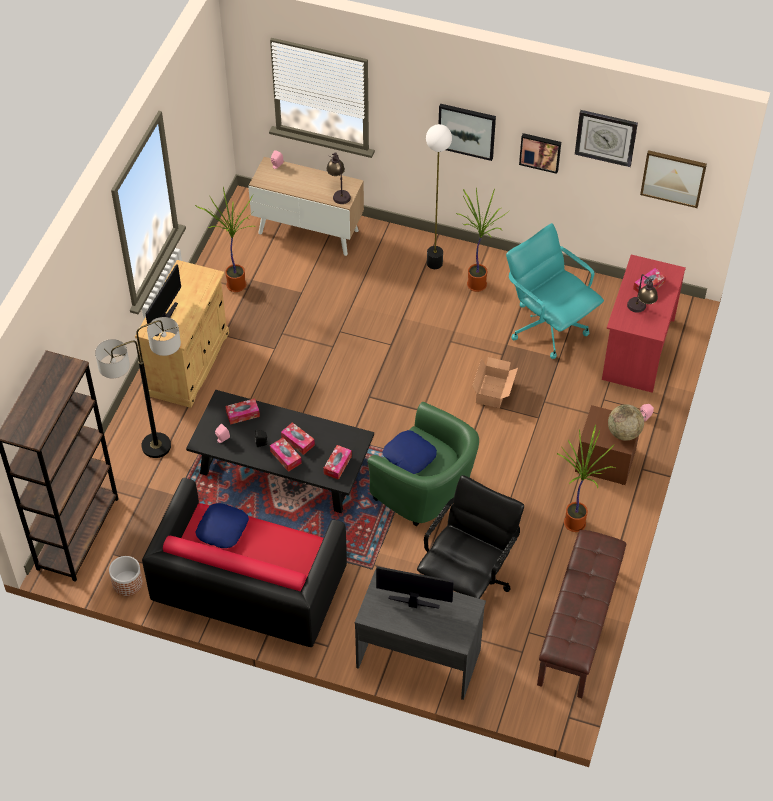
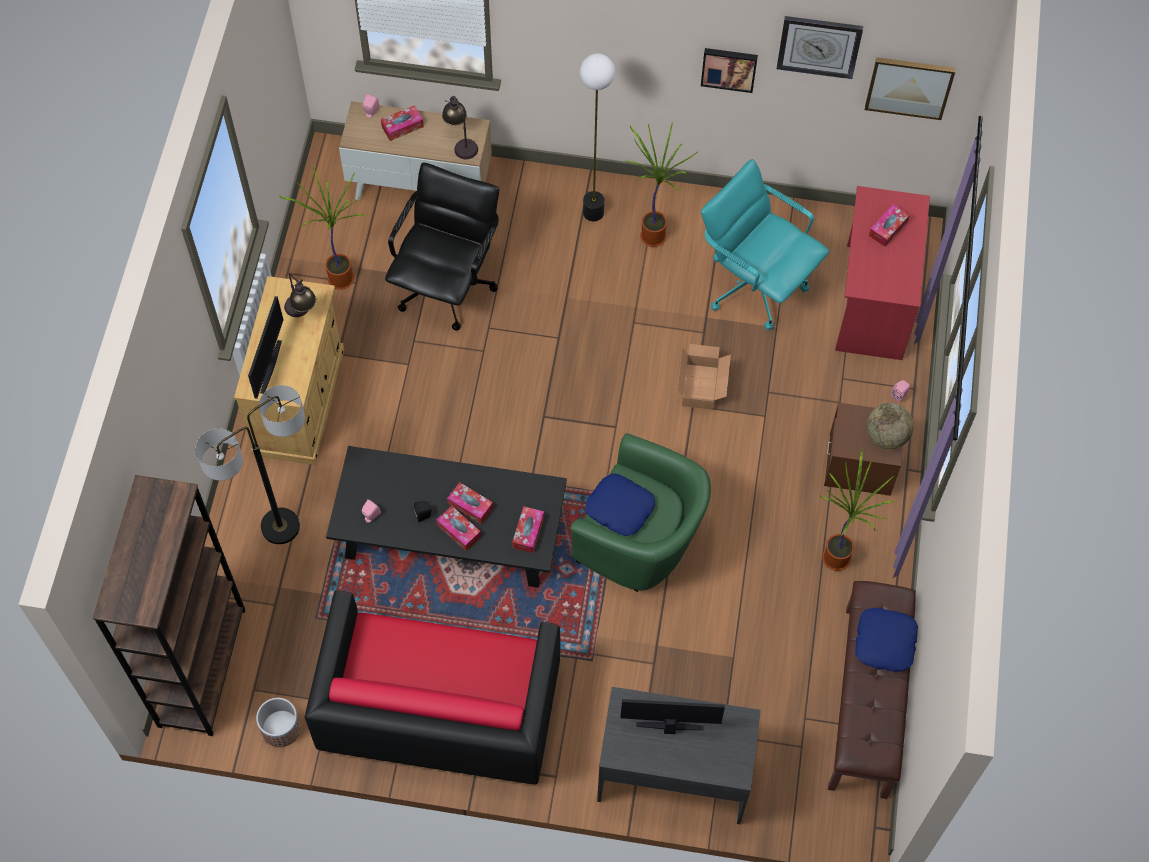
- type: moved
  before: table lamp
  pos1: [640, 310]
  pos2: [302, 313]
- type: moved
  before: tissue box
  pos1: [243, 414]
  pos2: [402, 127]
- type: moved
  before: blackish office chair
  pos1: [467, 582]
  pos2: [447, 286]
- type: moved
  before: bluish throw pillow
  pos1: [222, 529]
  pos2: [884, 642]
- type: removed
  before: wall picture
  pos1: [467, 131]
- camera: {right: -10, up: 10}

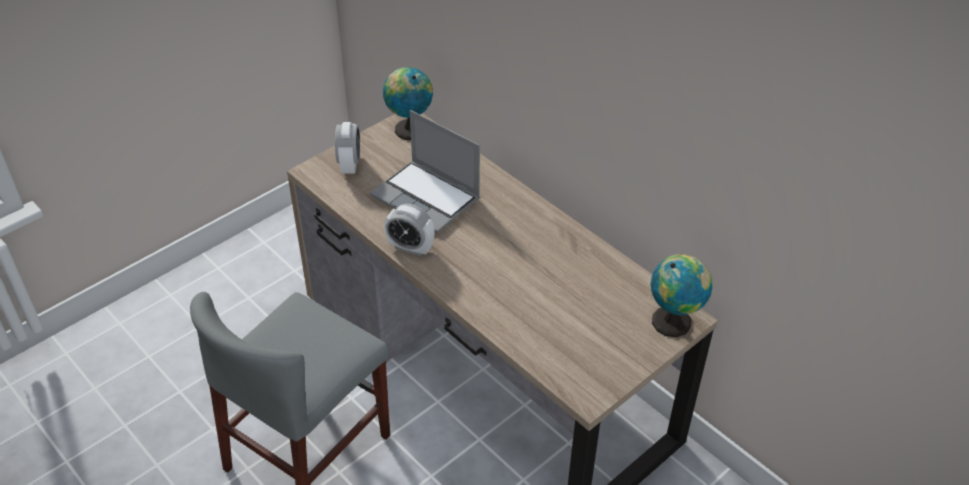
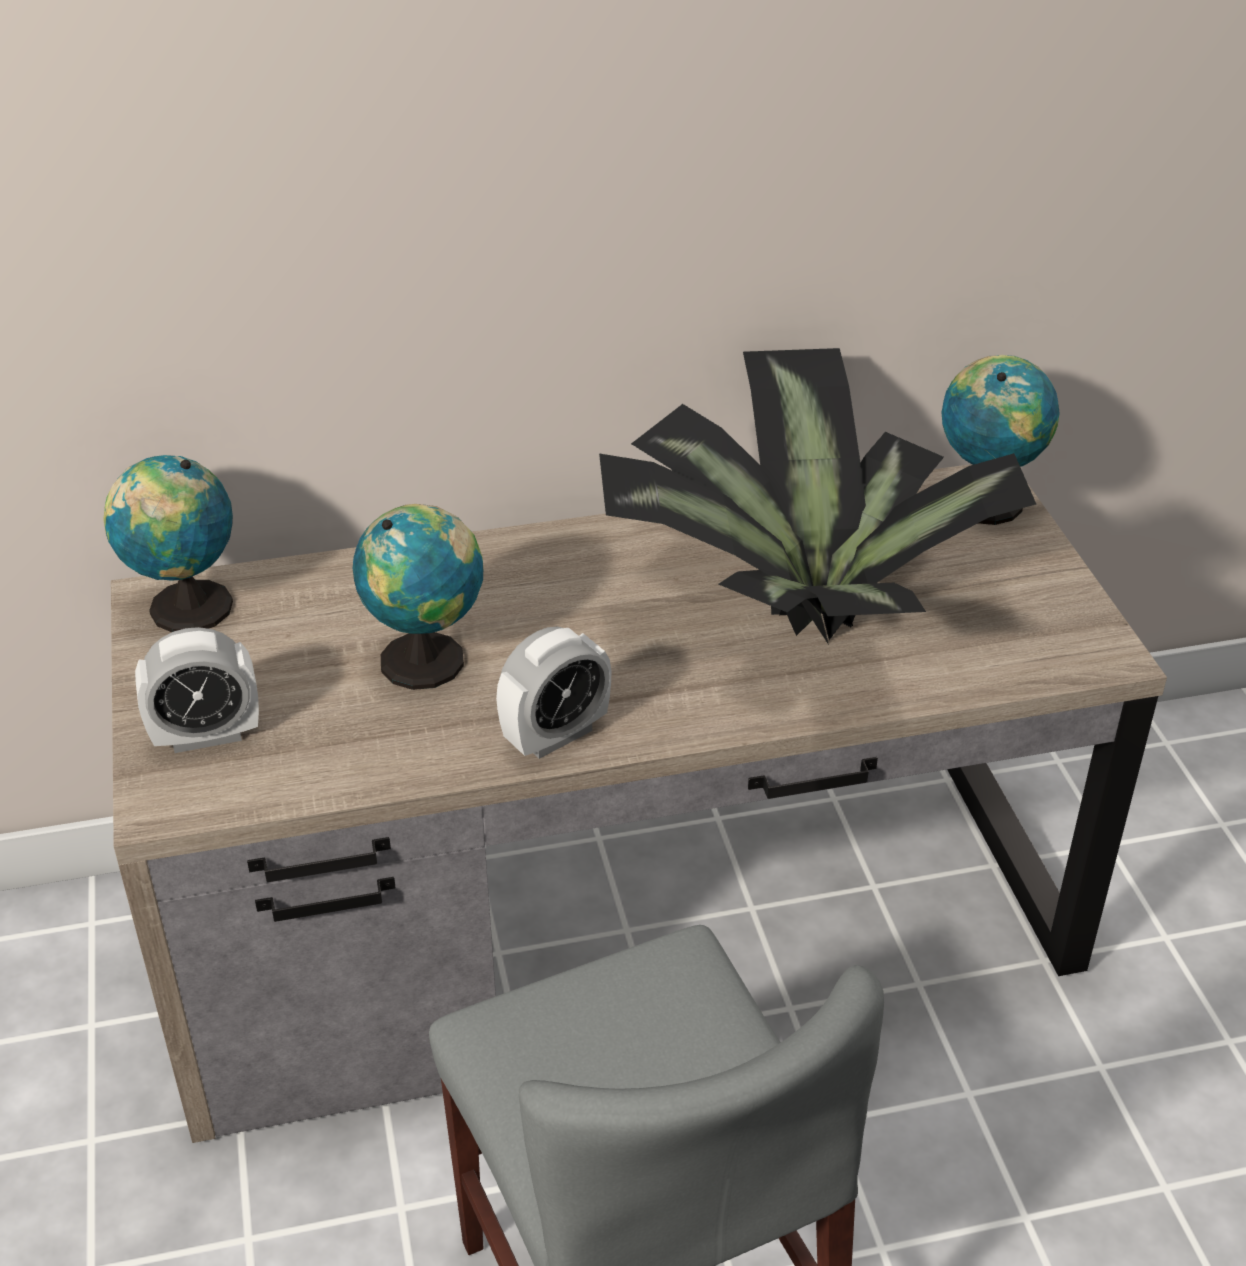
- type: turned
  before: table clock
  pos1: [349, 165]
  pos2: [206, 735]
  turn: 135
- type: replaced
  before: notebook computer
  after: world globe
  pos1: [427, 198]
  pos2: [428, 659]
- type: added
  after: plant in a pot
  pos2: [797, 602]
- camera: {right: -60, up: -5}

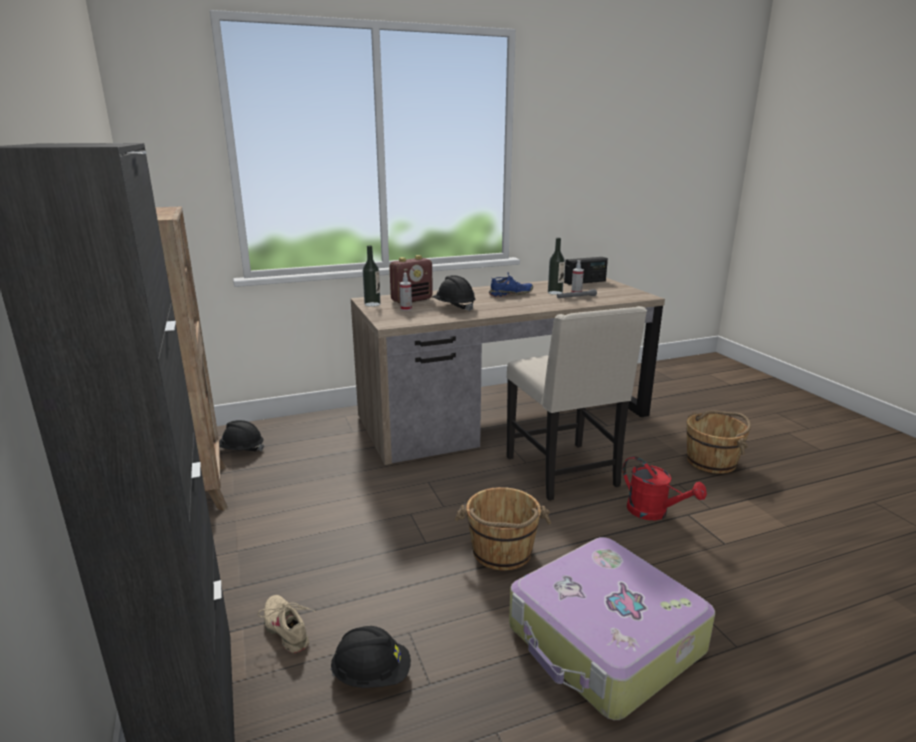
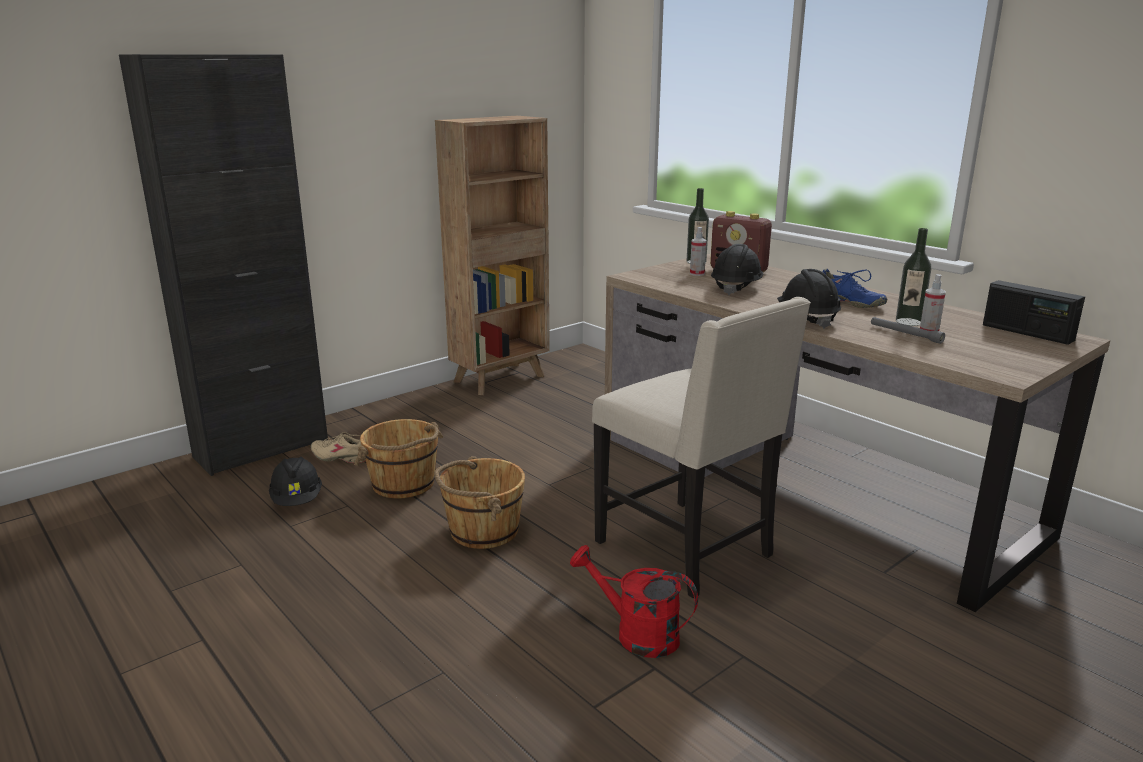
- type: turned
  before: beige-coloured item of footwear
  pos1: [287, 629]
  pos2: [341, 457]
  turn: -105
- type: moved
  before: brown-coloured bucket
  pos1: [712, 461]
  pos2: [404, 484]
- type: turned
  before: red sprinkling can
  pos1: [654, 512]
  pos2: [636, 634]
  turn: 90
- type: turned
  before: beige-coloured chair
  pos1: [564, 472]
  pos2: [688, 549]
  turn: -90
- type: moved
  before: blackish work helmet
  pos1: [241, 450]
  pos2: [807, 319]
- type: removed
  before: suitcase
  pos1: [604, 641]
- camera: {right: 70, up: 0}

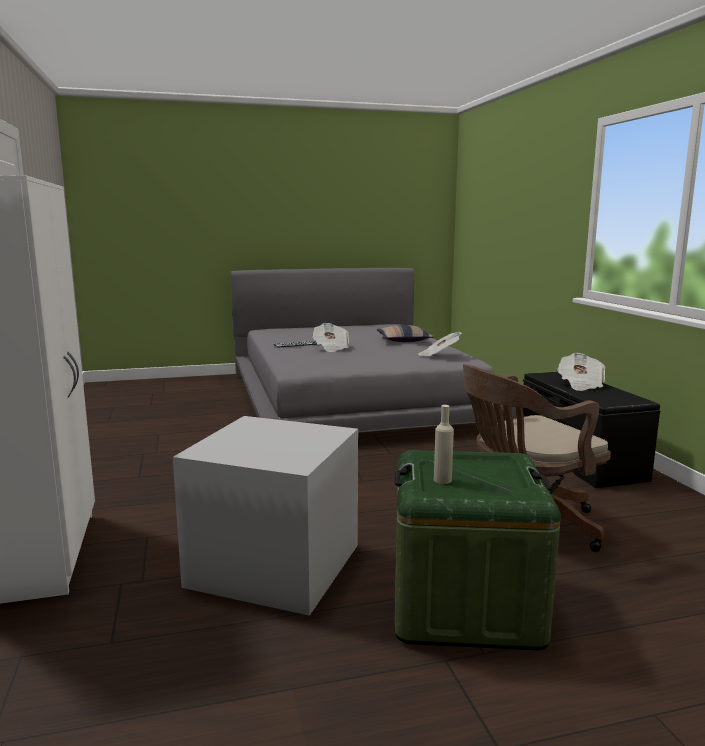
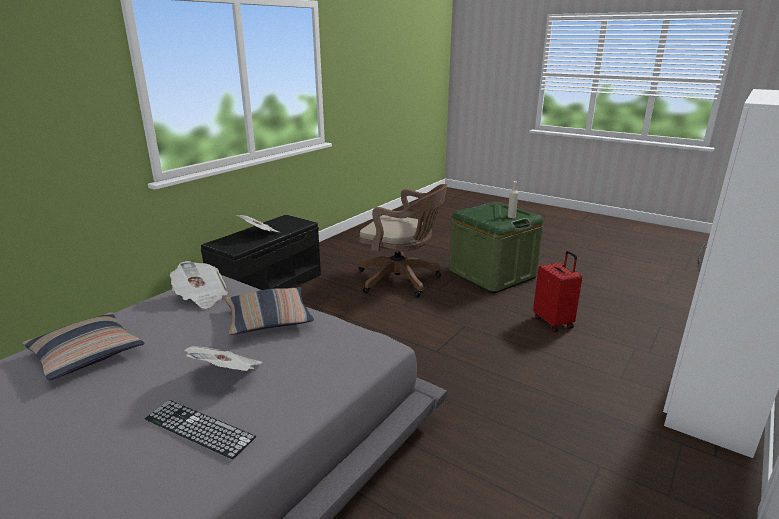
- type: added
  after: throw pillow
  pos2: [269, 319]
- type: replaced
  before: gray storage box
  after: red suitcase
  pos1: [272, 566]
  pos2: [554, 322]
- camera: {right: -130, up: 10}

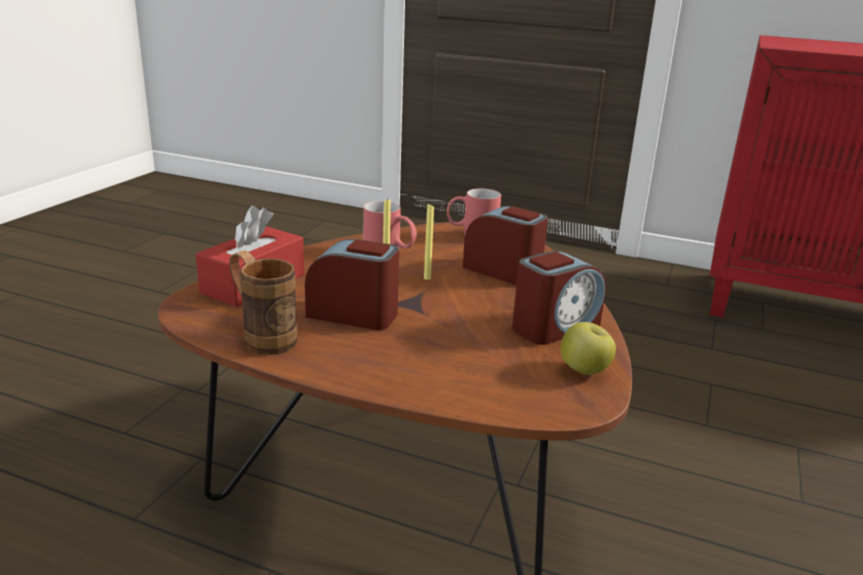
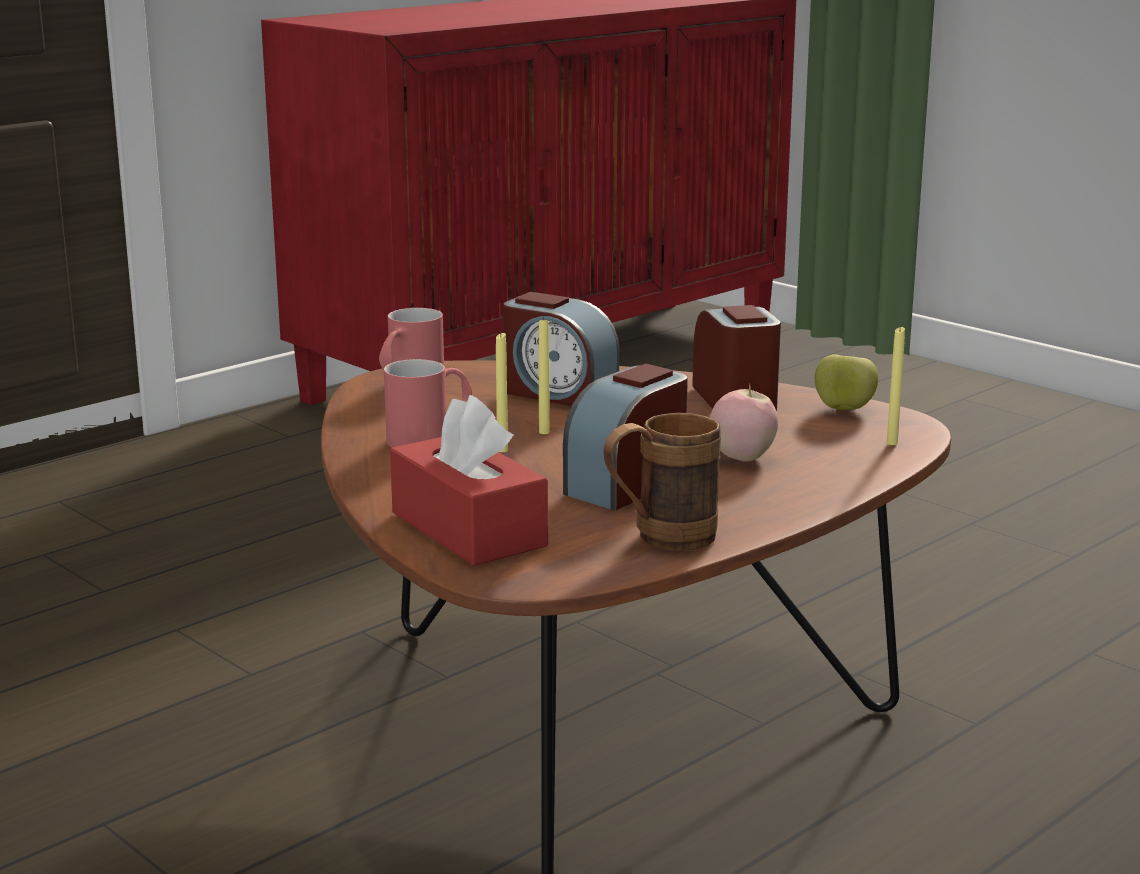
- type: turned
  before: table clock
  pos1: [503, 271]
  pos2: [558, 393]
  turn: -120
- type: added
  after: whole apple
  pos2: [742, 458]
- type: added
  after: yellow wax candle
  pos2: [892, 443]
- camera: {right: -65, up: -5}

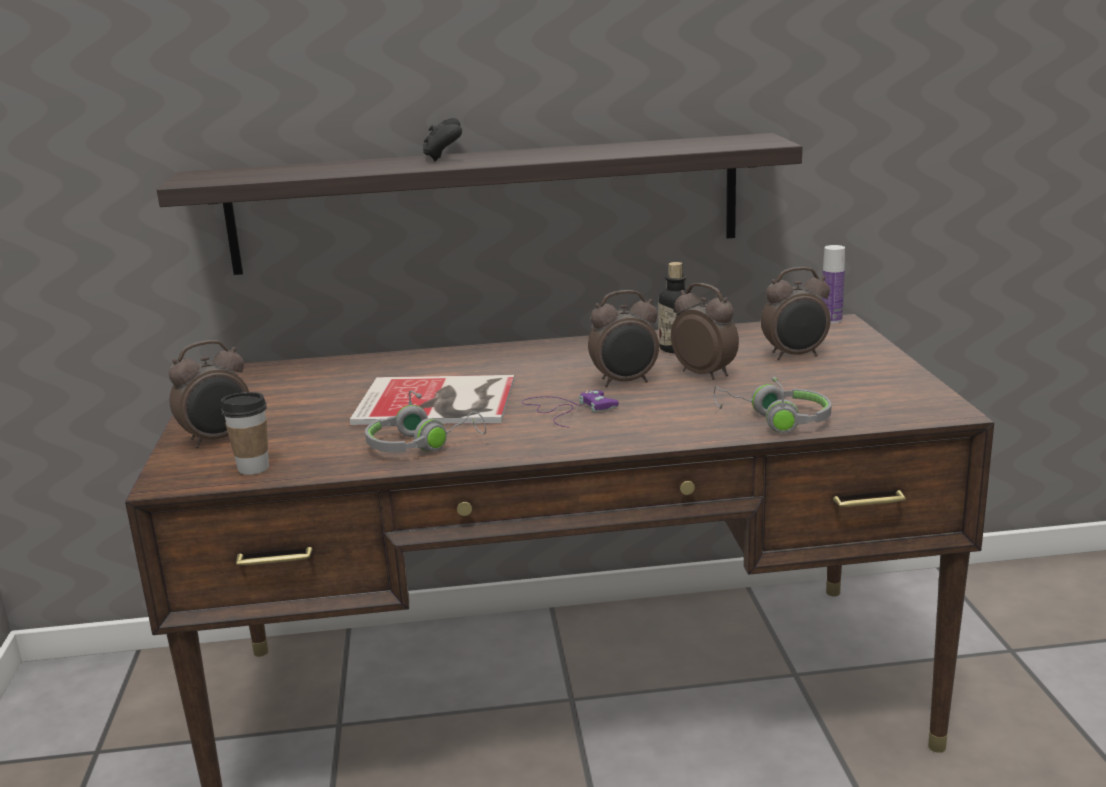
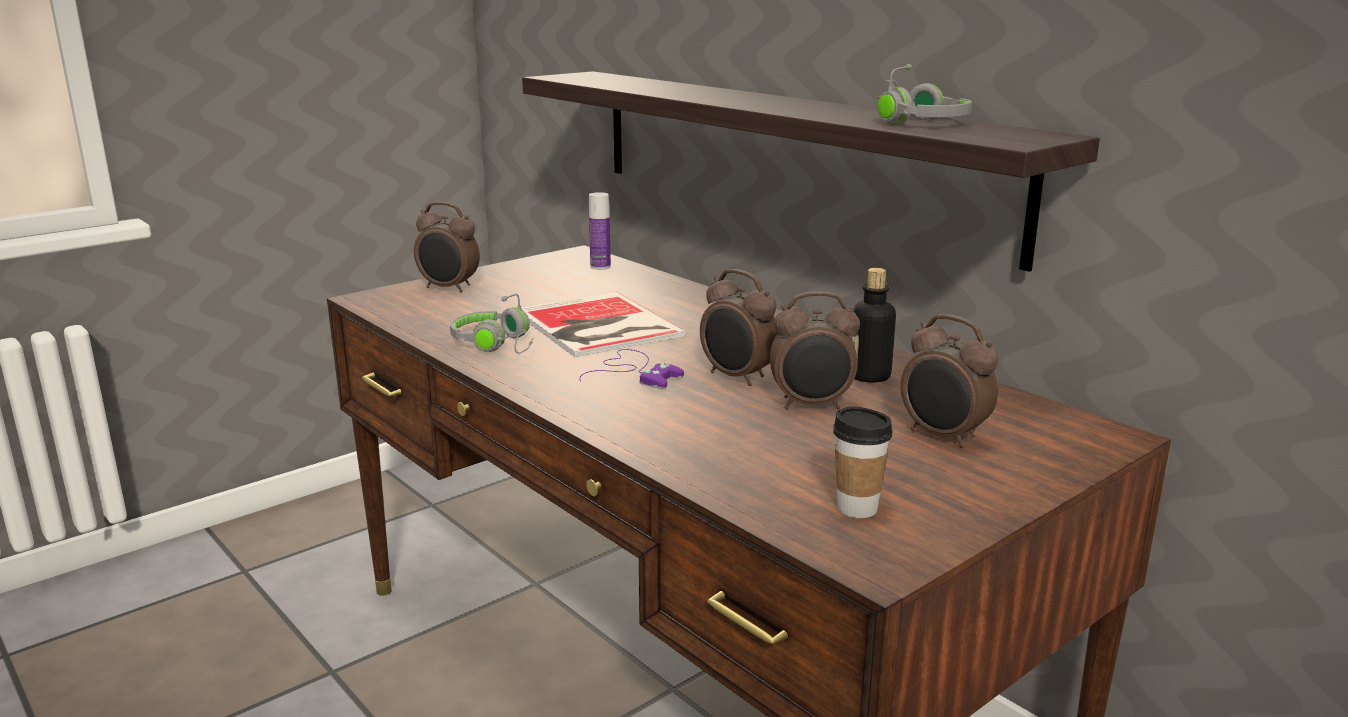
- type: moved
  before: drink bottle
  pos1: [831, 320]
  pos2: [600, 267]
- type: turned
  before: table clock
  pos1: [705, 374]
  pos2: [812, 405]
  turn: 75
- type: moved
  before: cup
  pos1: [253, 468]
  pos2: [857, 508]
- type: moved
  before: gray pair of headphones
  pos1: [775, 420]
  pos2: [915, 121]
- type: removed
  before: blackish game controller
  pos1: [443, 158]
- camera: {right: 55, up: 0}

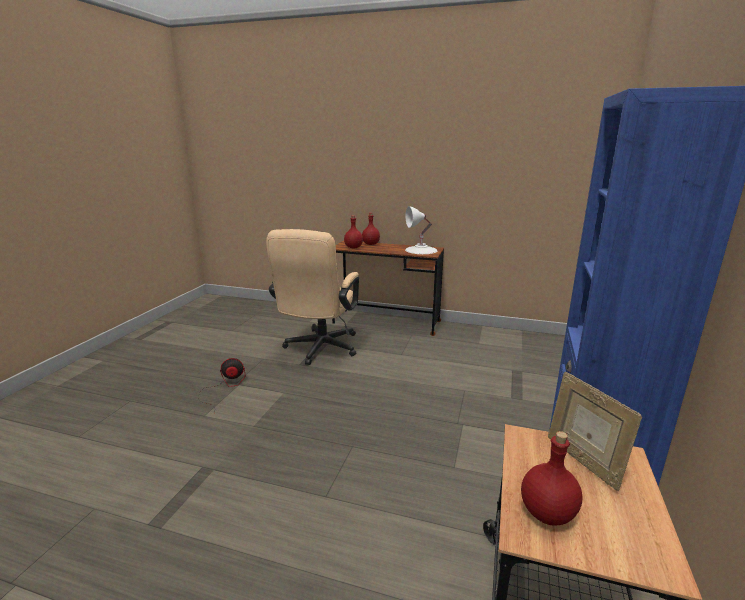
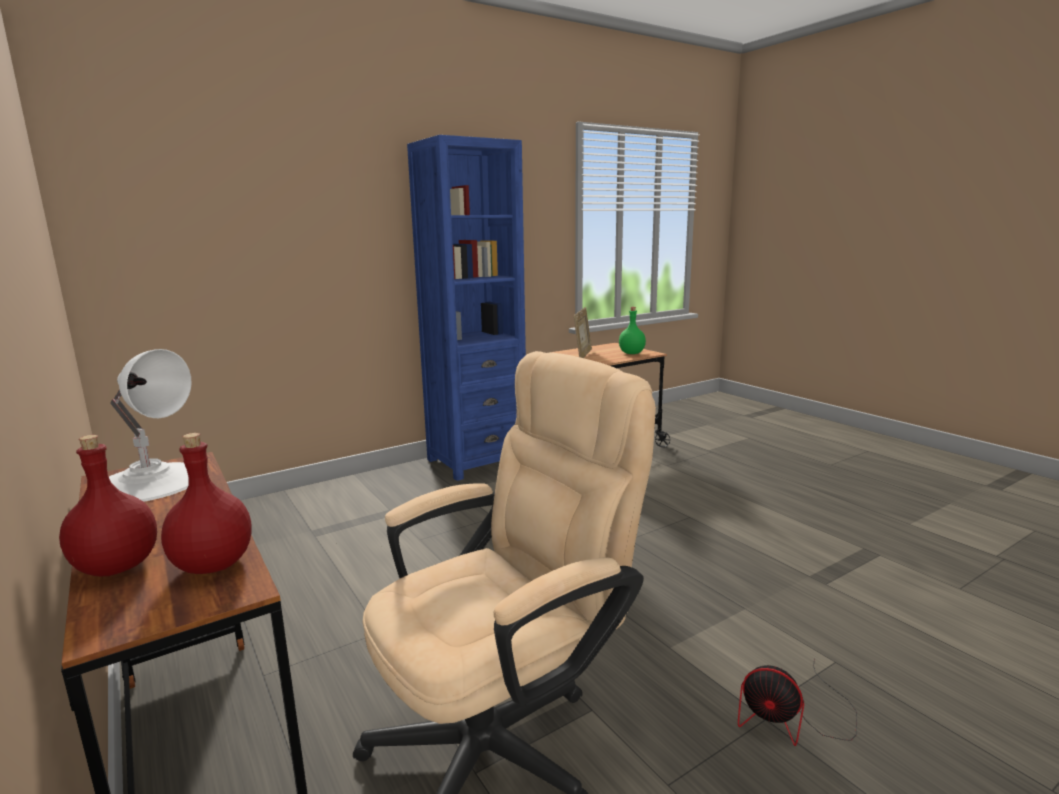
- type: recoloured
  before: red drink bottle
  after: green drink bottle
  pos1: [547, 514]
  pos2: [632, 353]
- camera: {right: -140, up: -5}

